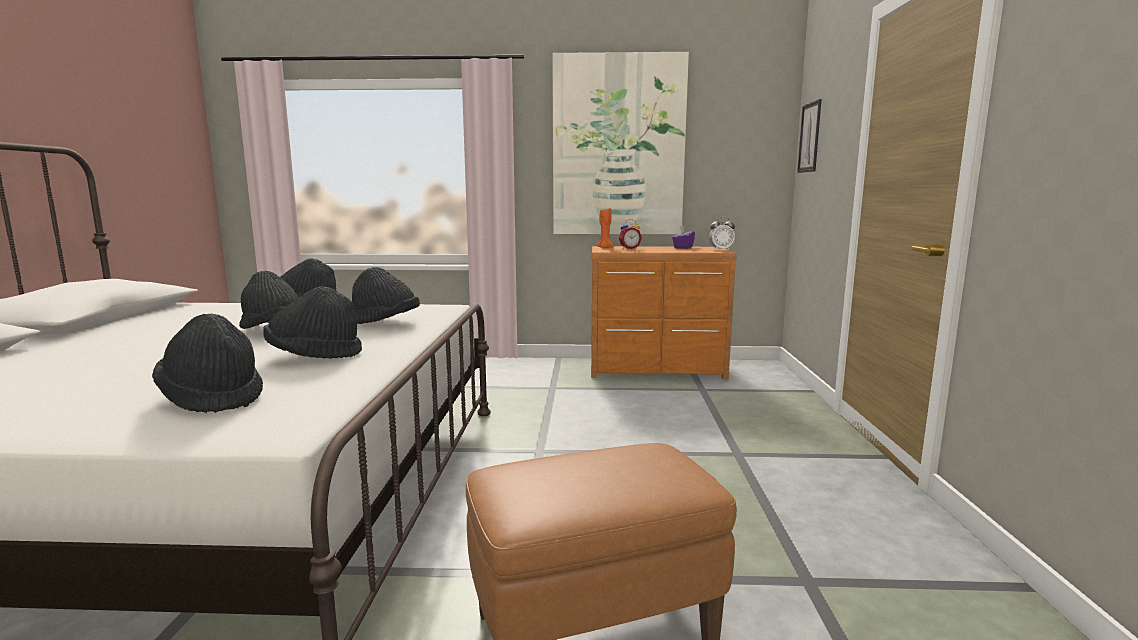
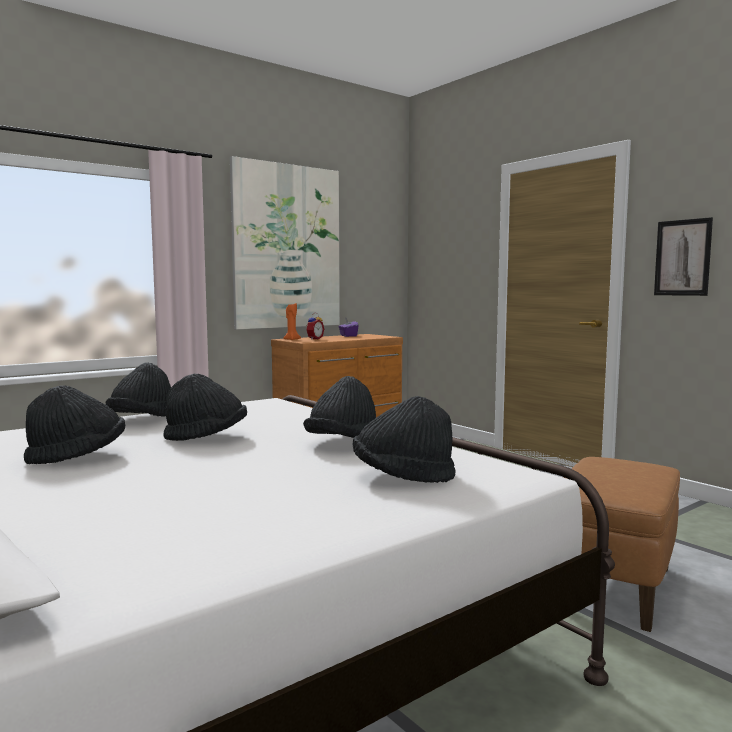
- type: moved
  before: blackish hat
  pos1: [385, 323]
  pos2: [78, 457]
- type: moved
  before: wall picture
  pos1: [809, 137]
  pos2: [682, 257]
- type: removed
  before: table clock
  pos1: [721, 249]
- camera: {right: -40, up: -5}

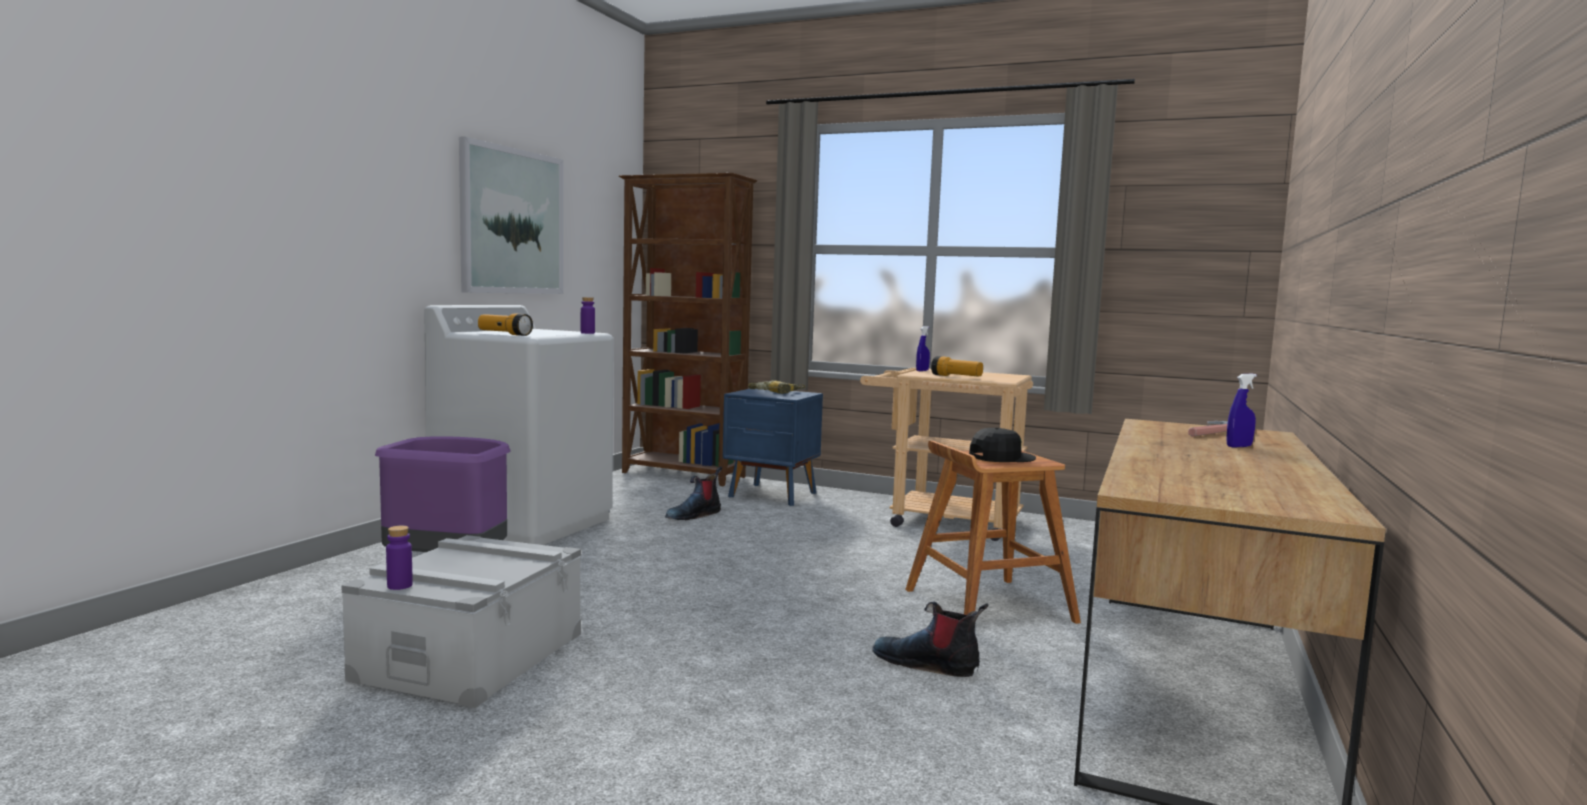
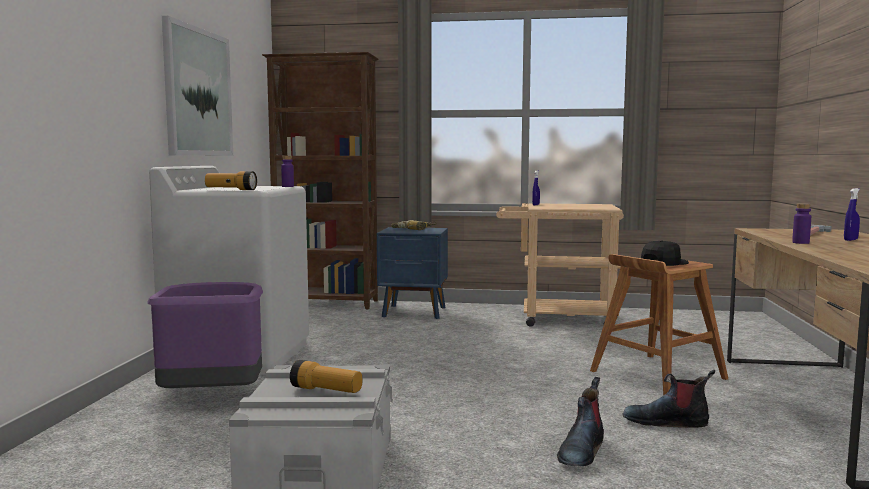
- type: moved
  before: flashlight
  pos1: [956, 377]
  pos2: [326, 391]
- type: moved
  before: boot
  pos1: [693, 515]
  pos2: [581, 451]
- type: moved
  before: purple drink bottle
  pos1: [399, 586]
  pos2: [800, 242]
- camera: {right: -15, up: 0}

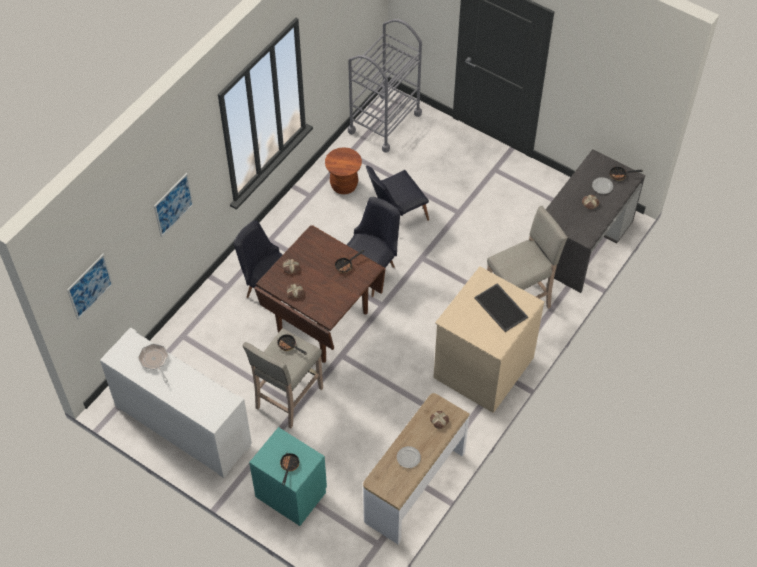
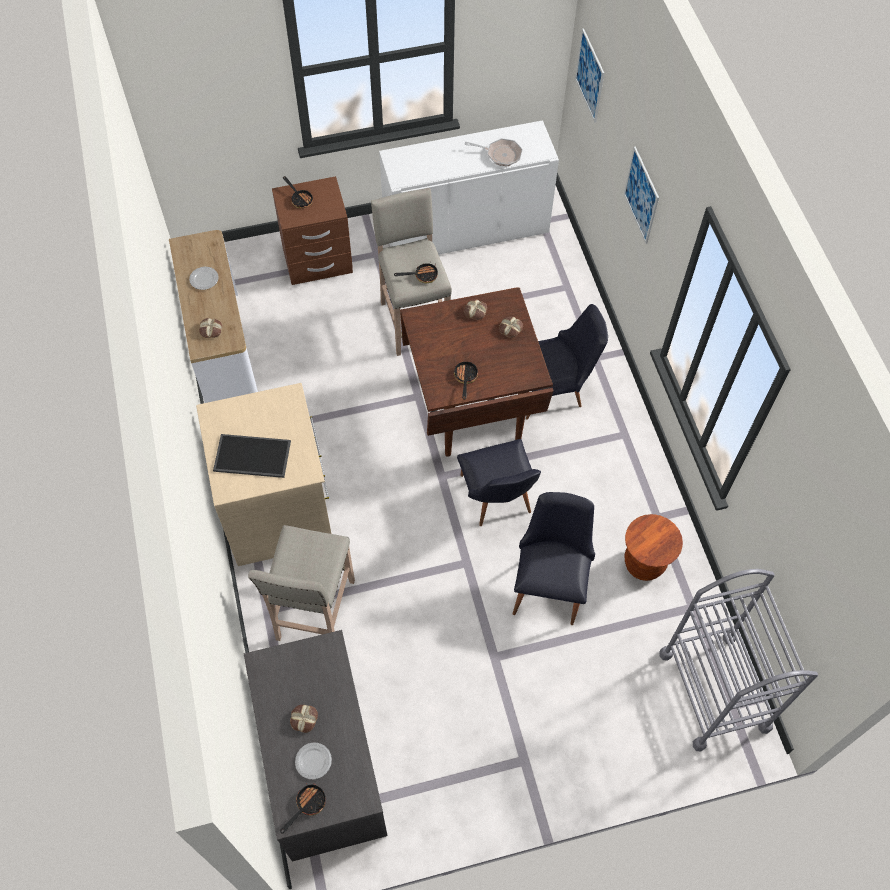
- type: recoloured
  before: turquoise-coloured nightstand
  after: brown-coloured nightstand
  pos1: [291, 493]
  pos2: [317, 261]
- camera: {right: 130, up: 5}

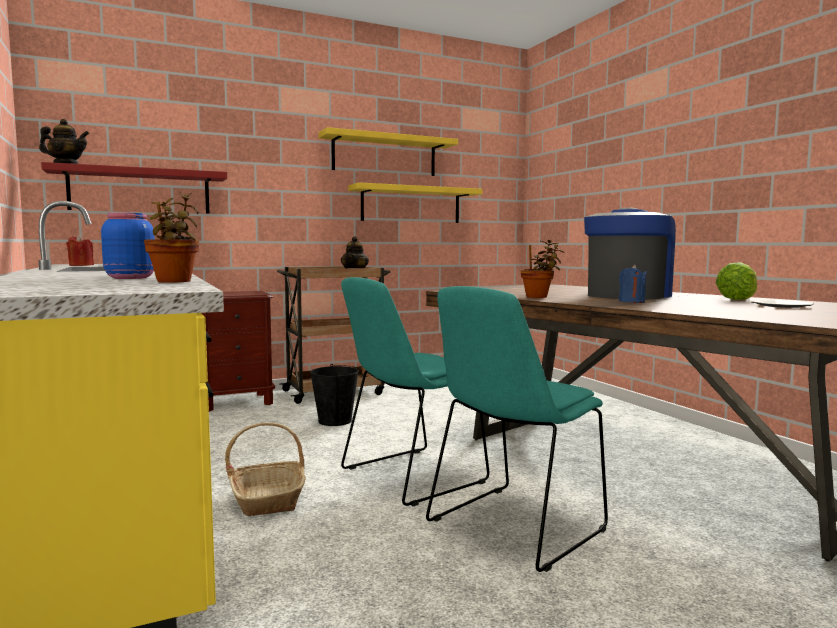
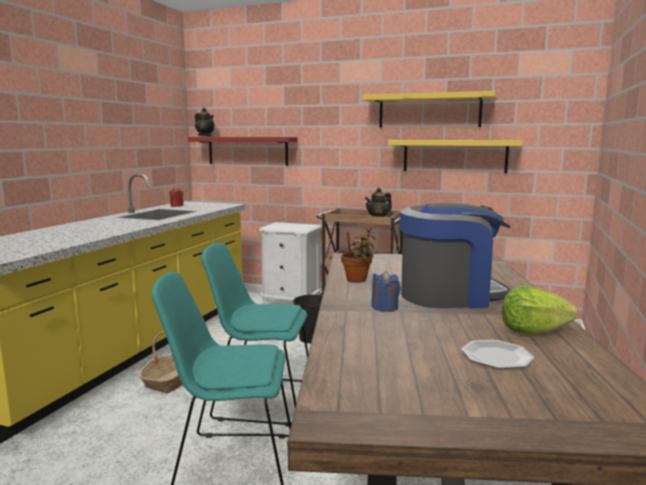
- type: recoloured
  before: brown-coloured nightstand
  after: white-coloured nightstand
  pos1: [236, 402]
  pos2: [291, 304]
- type: removed
  before: bluish storage jar
  pos1: [129, 278]
- type: removed
  before: plant in a pot
  pos1: [174, 281]
- camera: {right: 45, up: 5}

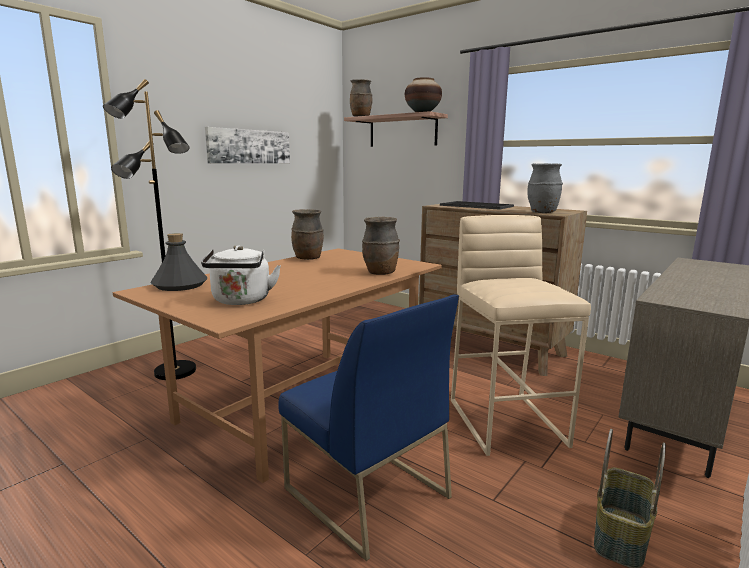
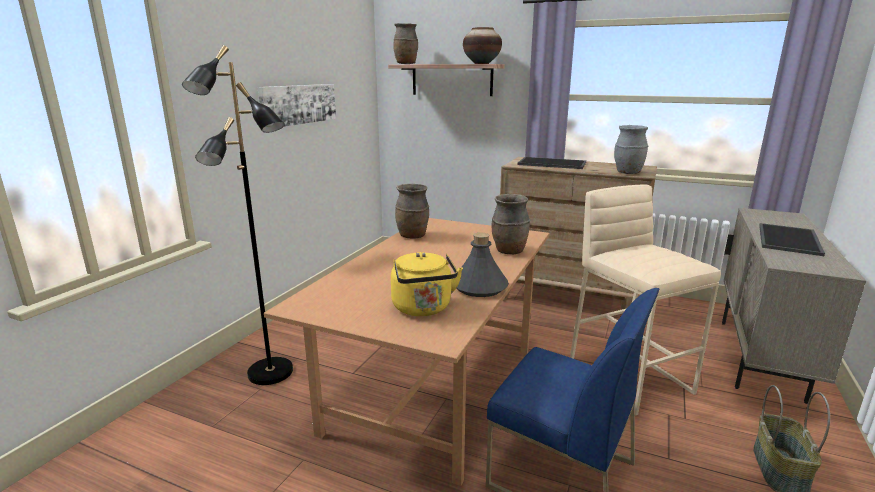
- type: recoloured
  before: white-coloured tea kettle
  after: yellow tea kettle
  pos1: [241, 301]
  pos2: [423, 309]
- type: moved
  before: gray drink bottle
  pos1: [180, 285]
  pos2: [479, 287]
- type: added
  after: serving tray
  pos2: [790, 240]
- camera: {right: -15, up: 5}

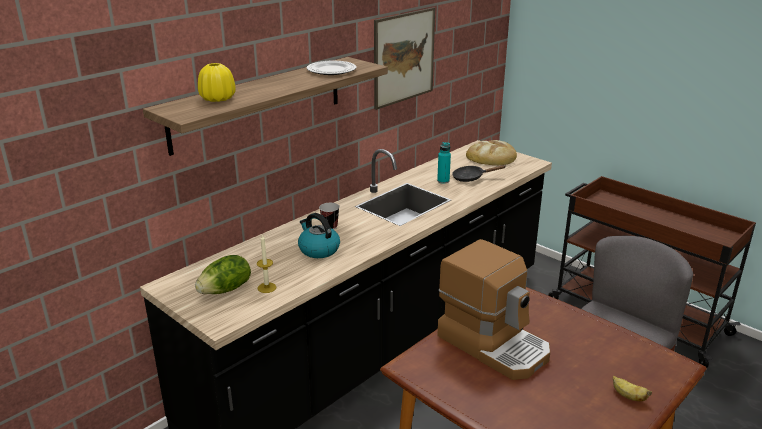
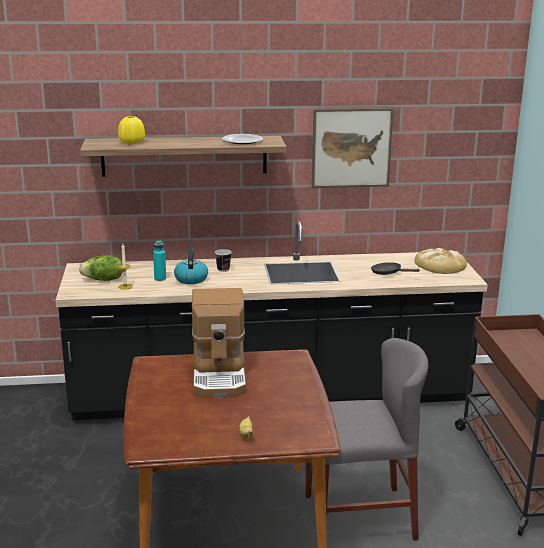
- type: moved
  before: turquoise-coloured drink bottle
  pos1: [443, 181]
  pos2: [160, 278]
- camera: {right: 40, up: -5}

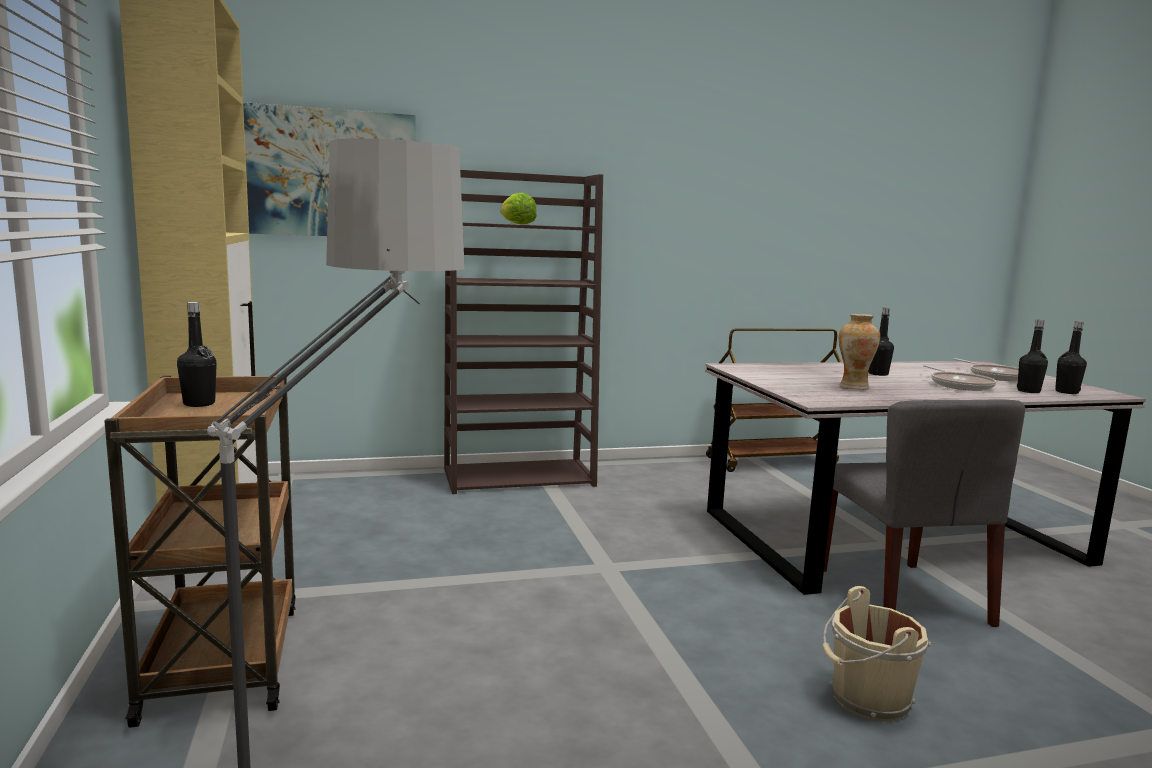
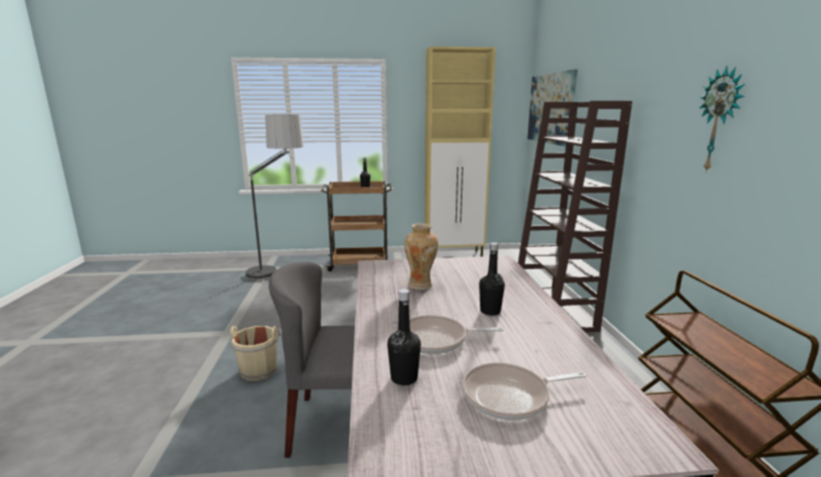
- type: added
  after: hanging clock
  pos2: [720, 120]
- type: removed
  before: lettuce
  pos1: [516, 224]
- type: removed
  before: blackish drink bottle
  pos1: [1066, 392]
- camera: {right: 100, up: 5}

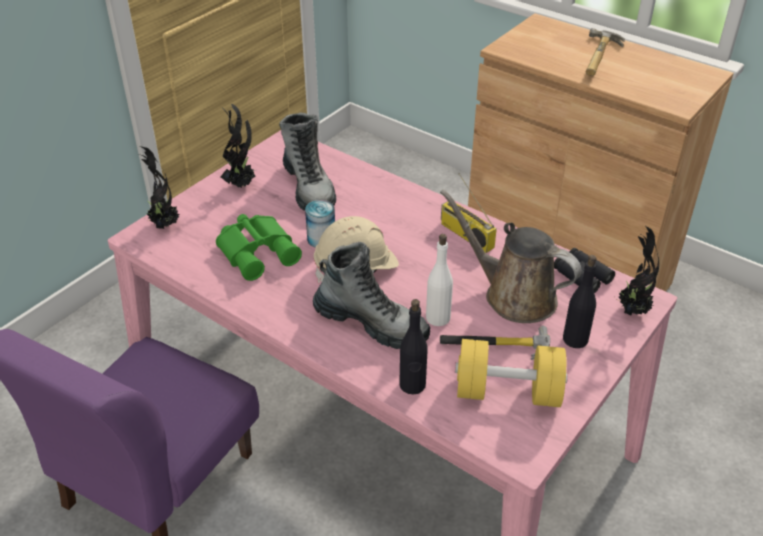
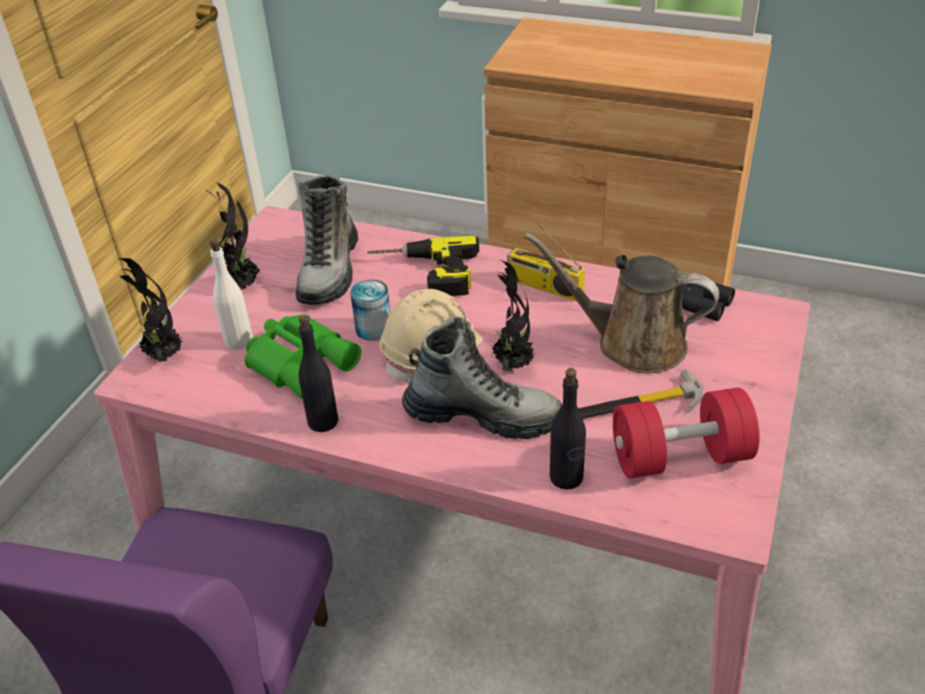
- type: moved
  before: white-coloured drink bottle
  pos1: [438, 317]
  pos2: [239, 340]
- type: turned
  before: boot
  pos1: [309, 187]
  pos2: [330, 270]
  turn: 45
- type: moved
  before: blackish drink bottle
  pos1: [575, 339]
  pos2: [323, 421]
- type: added
  after: electric drill
  pos2: [424, 274]
- type: moved
  before: plant in a pot
  pos1: [631, 310]
  pos2: [511, 364]
- type: recoloured
  before: yellow dumbbell
  after: red dumbbell
  pos1: [507, 392]
  pos2: [680, 457]
- type: removed
  before: hand hammer
  pos1: [602, 58]
- camera: {right: -15, up: 0}

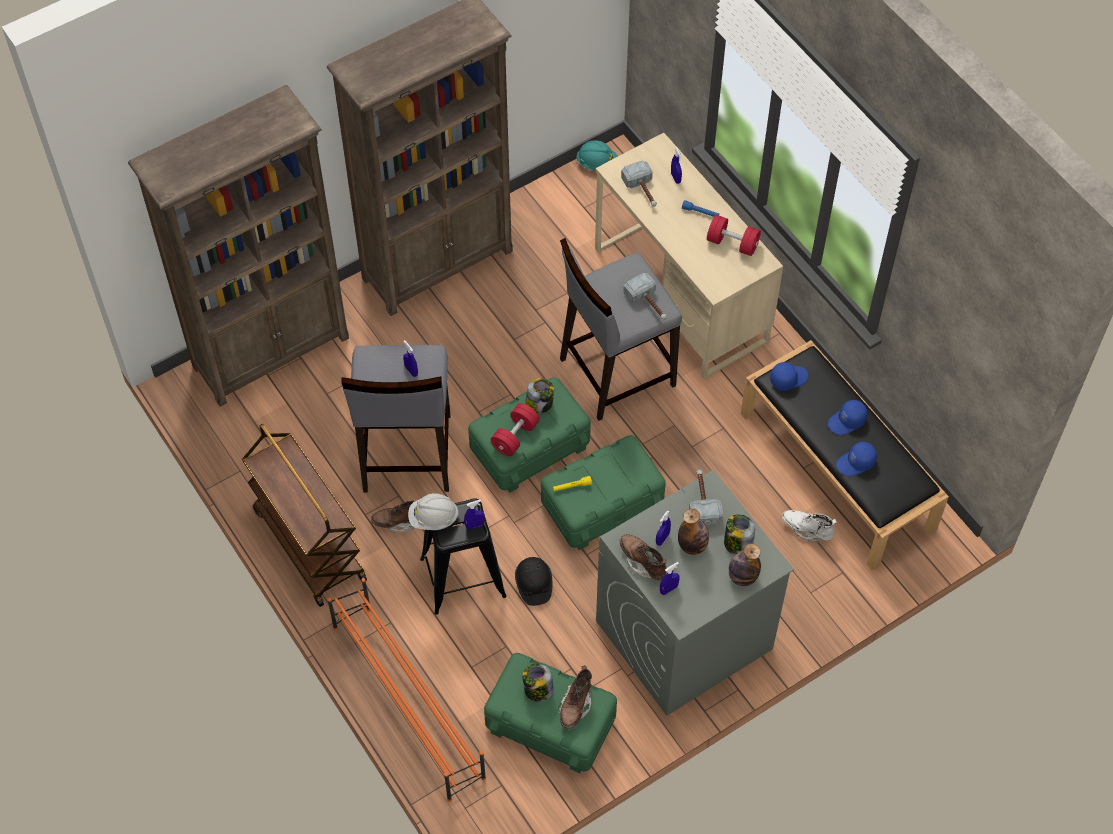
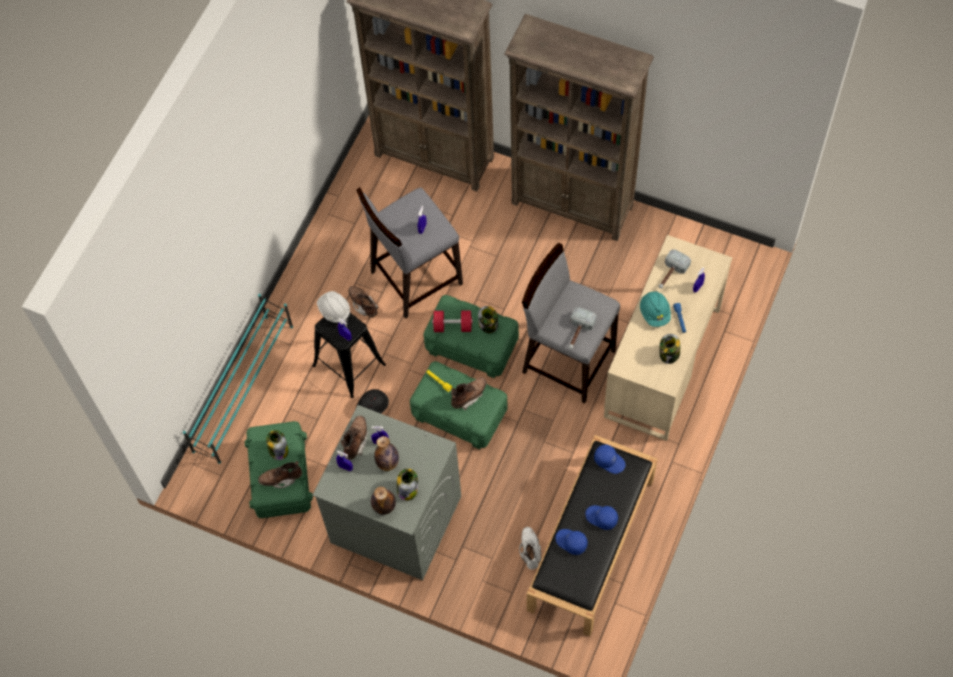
- type: recoloured
  before: orange shoe shelf
  after: turquoise-coloured shoe shelf
  pos1: [408, 700]
  pos2: [244, 387]
- type: added
  after: brown-coloured boot
  pos2: [468, 396]
- type: moved
  before: turquoise-coloured work helmet
  pos1: [597, 163]
  pos2: [655, 313]
- type: replaced
  before: red dumbbell
  after: storage jar
  pos1: [732, 243]
  pos2: [669, 354]
- type: removed
  before: brown-coloured trolley
  pos1: [308, 544]
- type: removed
  before: hand hammer
  pos1: [702, 501]
- camera: {right: 60, up: 5}

